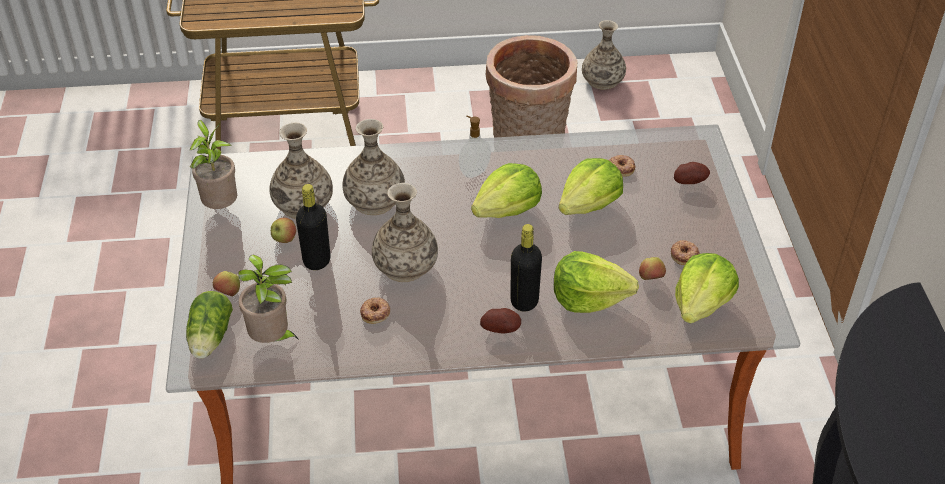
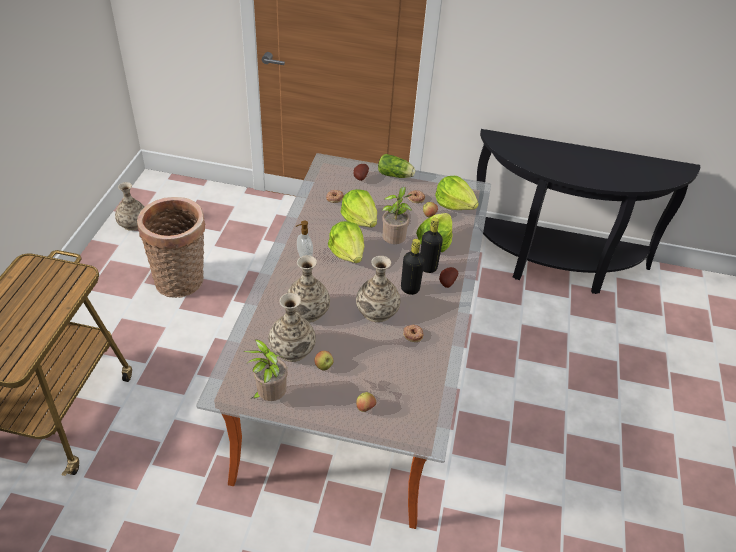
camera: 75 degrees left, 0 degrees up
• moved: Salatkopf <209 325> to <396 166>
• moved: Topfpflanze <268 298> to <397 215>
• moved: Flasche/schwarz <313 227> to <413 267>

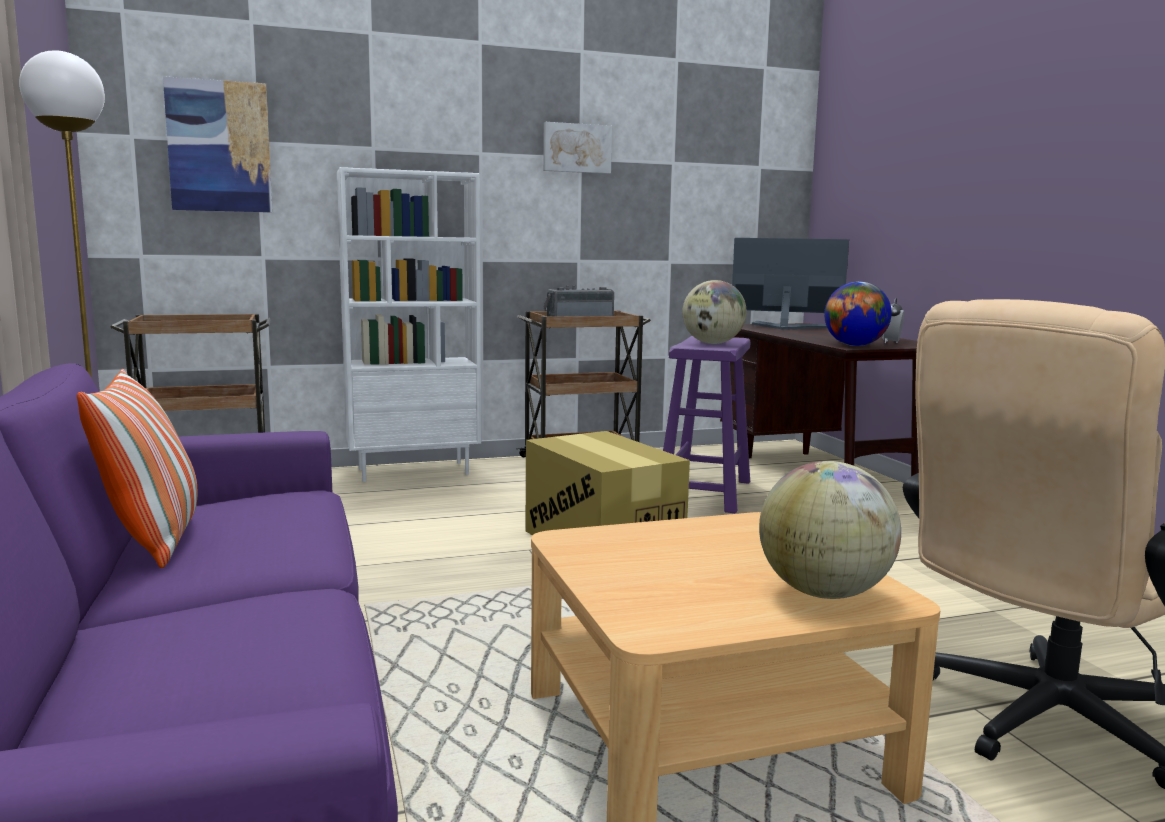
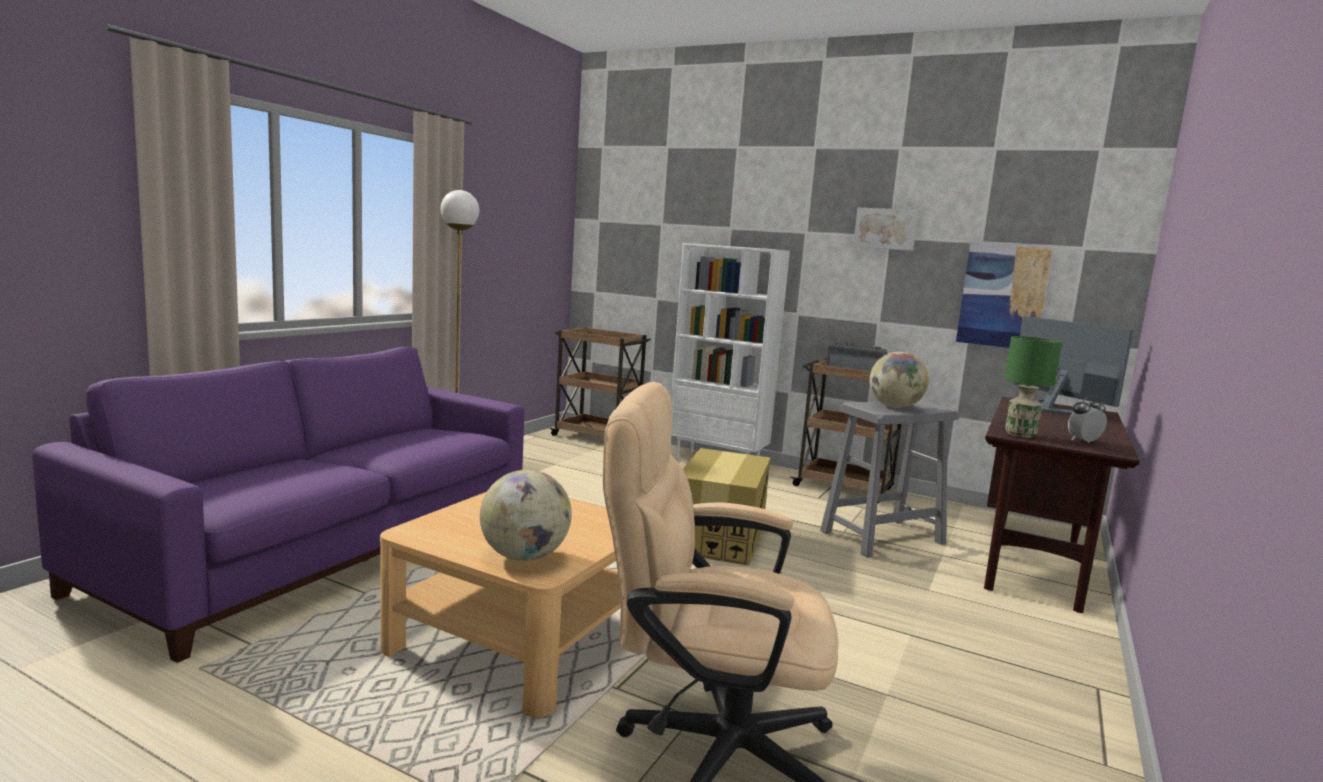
camera: 45 degrees right, 0 degrees up
• removed: Kissen <137 468>
• moved: Bild <218 144> to <1004 296>
• recoloured: Hocker/lila <706 424> to Hocker/grau <889 478>
• replaced: Globus <858 314> to Tischlampe/grün <1033 387>

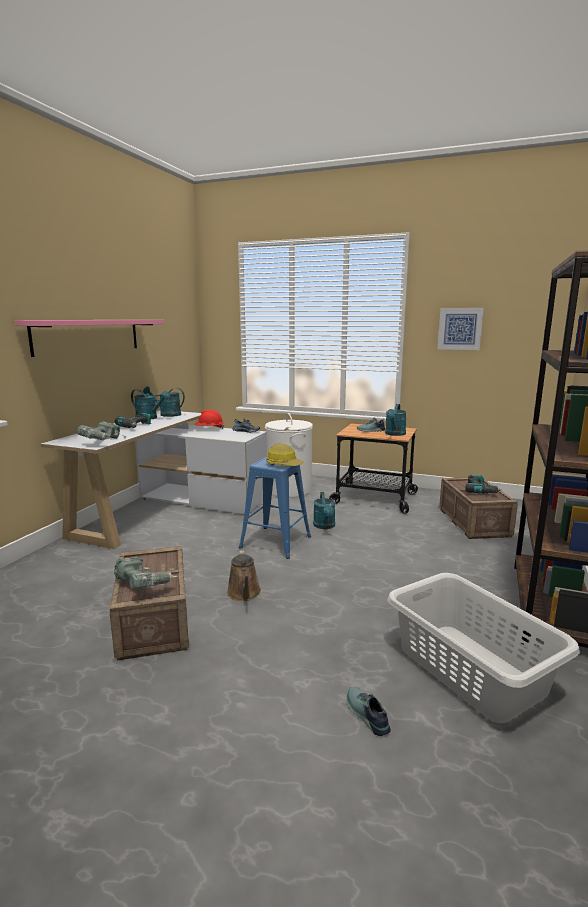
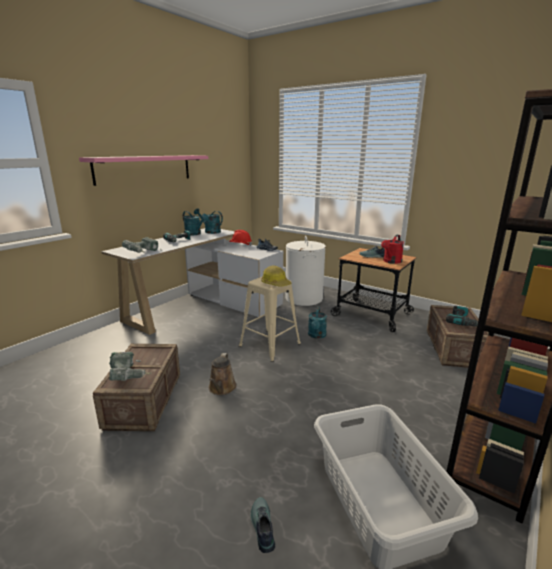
camera: 15 degrees right, 5 degrees up
• recoloured: Hocker/blau <275 508> to Hocker/beige <270 319>
• recoloured: Gießkanne/türkis <396 420> to Gießkanne/rot <392 249>
• removed: Bild <461 329>

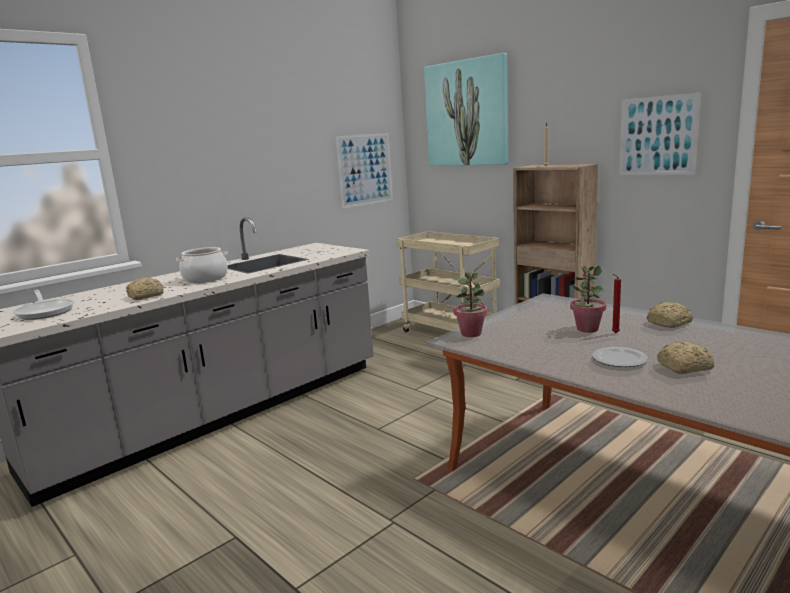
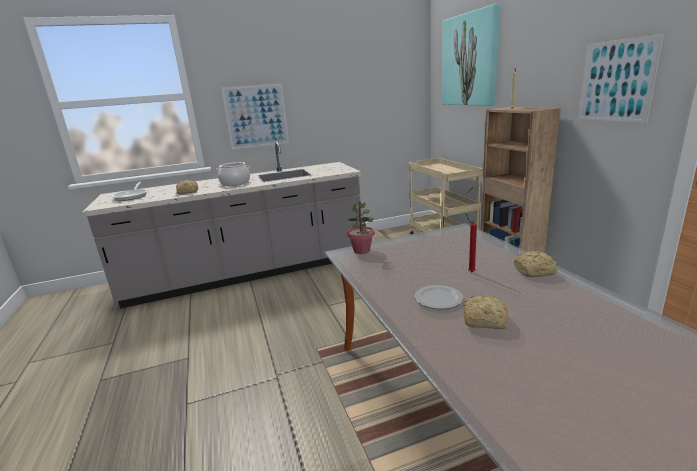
camera: 25 degrees right, 5 degrees up
• moved: Bild <364 171> to <255 116>
• removed: Topfpflanze <588 299>

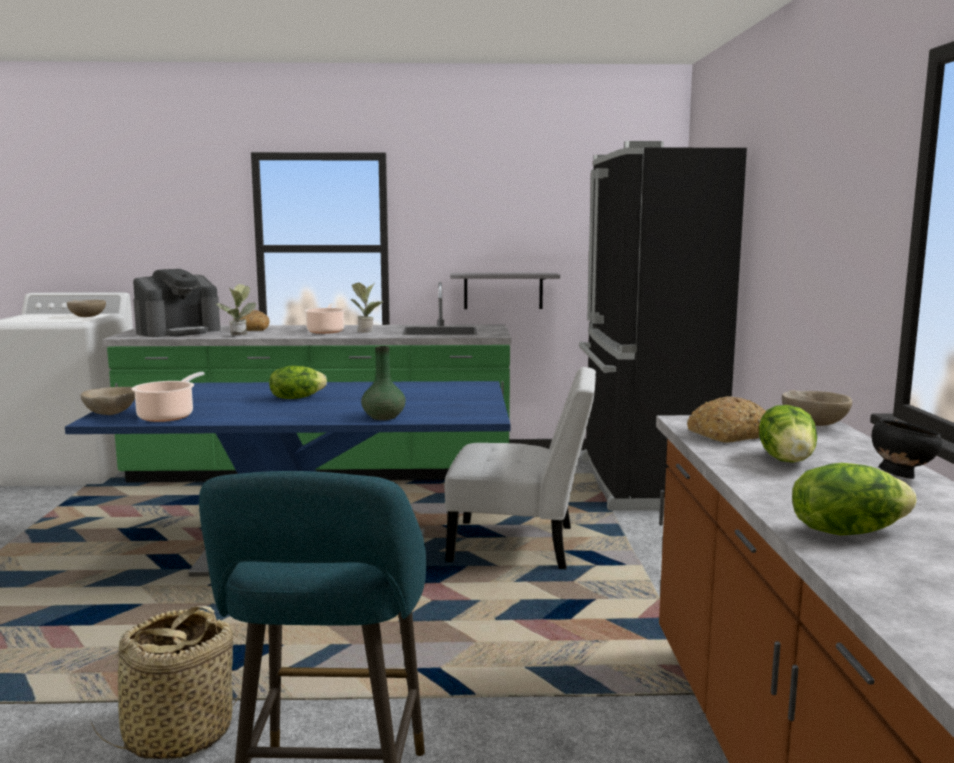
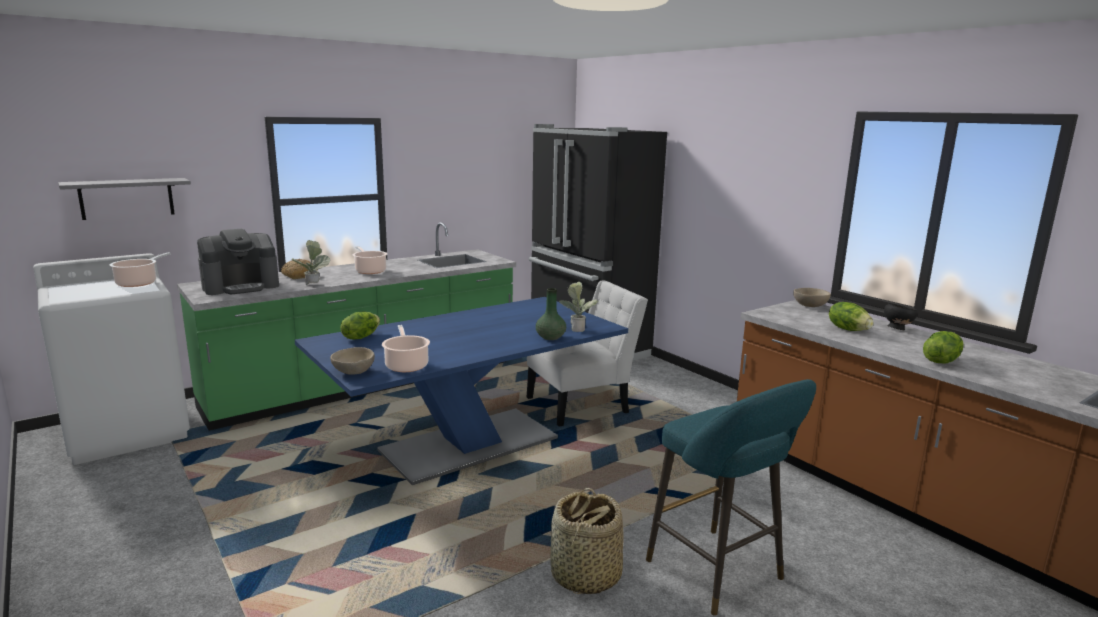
camera: 35 degrees left, 5 degrees up
• replaced: Schüssel/beige <86 308> to Kochtopf <140 269>
• turned: Kaffeemaschine <176 303> = <238 262> 45 degrees clockwise
• moved: Salatkopf <298 382> to <360 325>
• moved: Topfpflanze <367 307> to <578 307>
• moved: Wandregal/grau <505 291> to <124 199>
• removed: Brot <726 420>

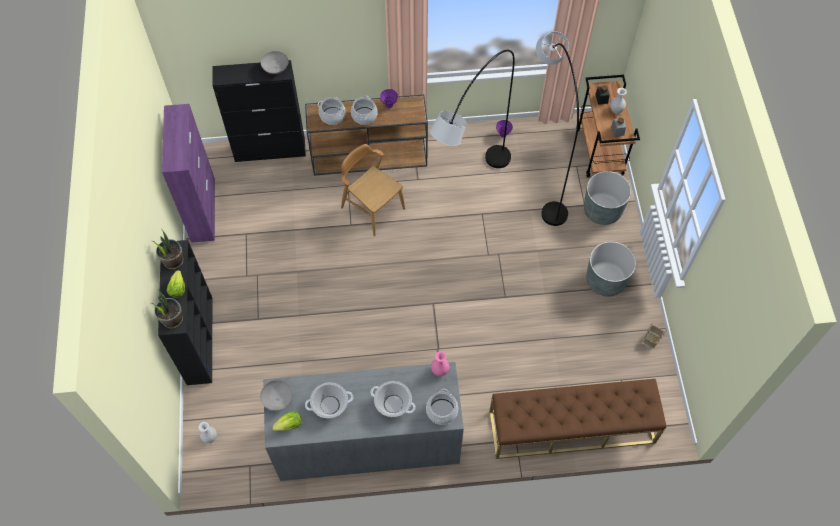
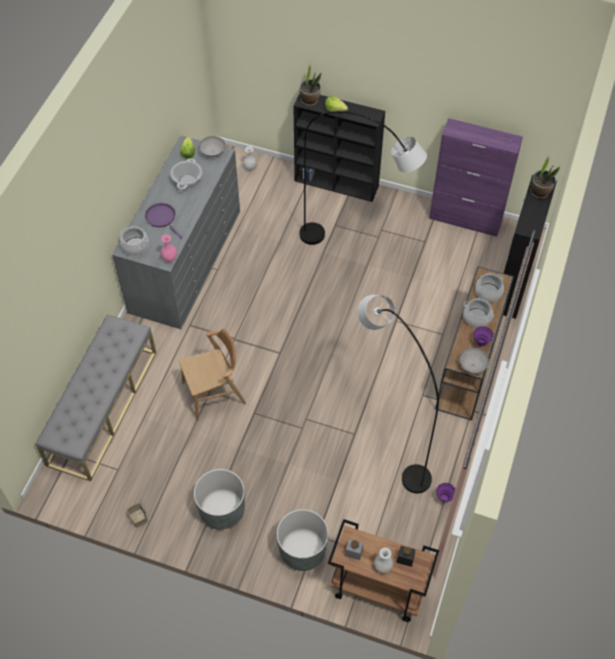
camera: 115 degrees right, 5 degrees down
• moved: Topfpflanze <168 249> to <545 177>
• moved: Schüssel/grau <274 62> to <474 361>
• moved: Stuhl/braun <373 190> to <212 375>
• replaced: Kochtopf <393 399> to Pfanne/lila <164 221>
• recoloured: Bank/braun <577 419> to Bank/grau <96 397>
• moved: Stehlampe/grau <557 129> to <363 178>

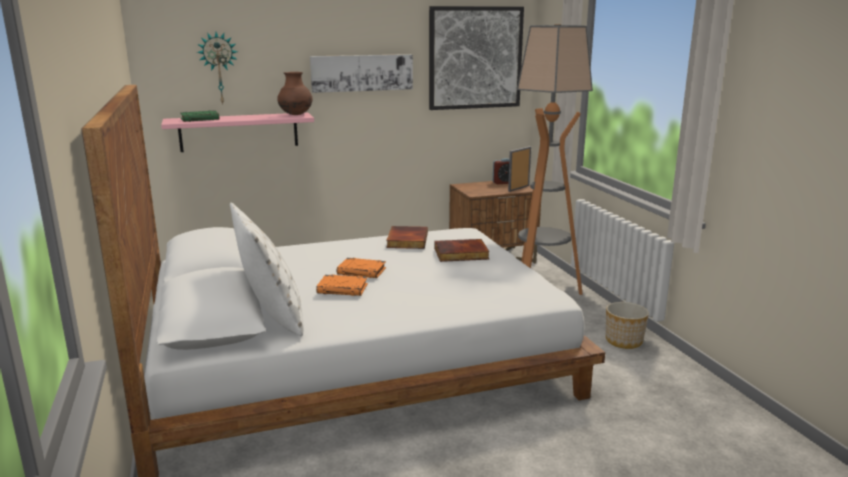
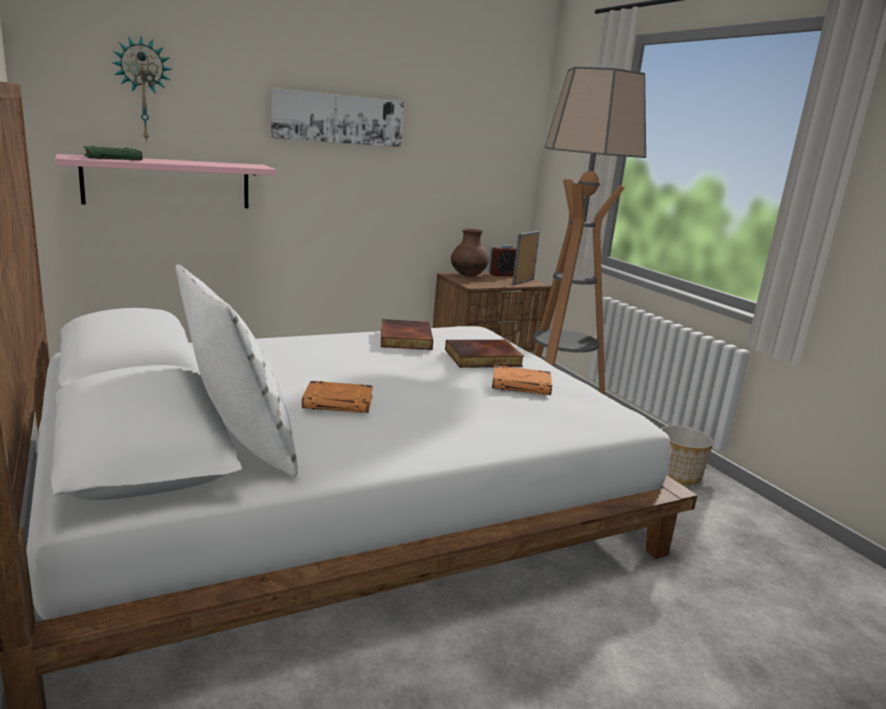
camera: 10 degrees left, 0 degrees up
• moved: Vase/braun <295 93> to <470 253>
• moved: Buch/orange <361 268> to <522 380>
• removed: Bild <476 58>

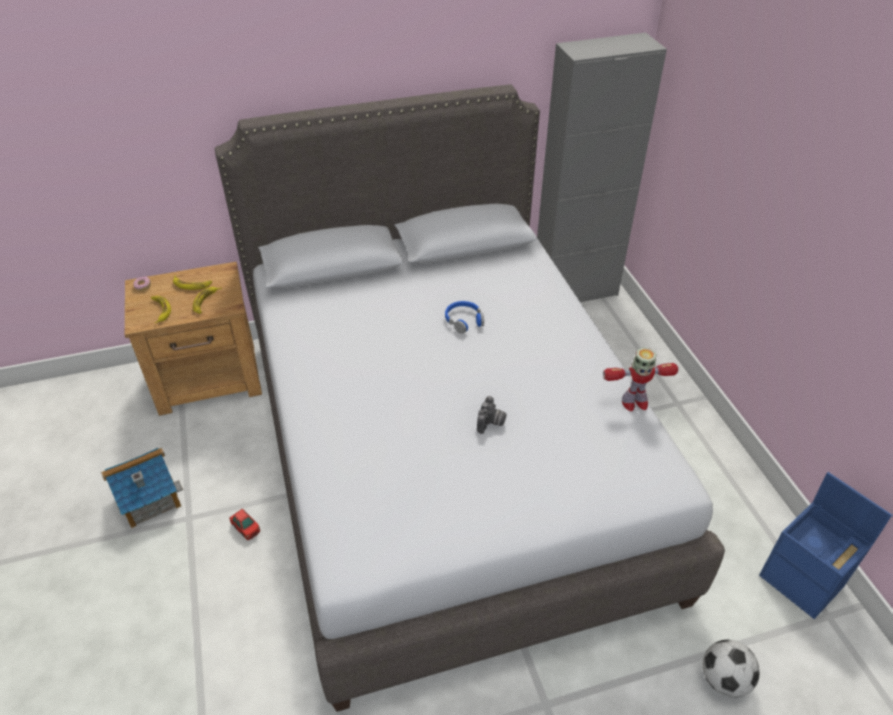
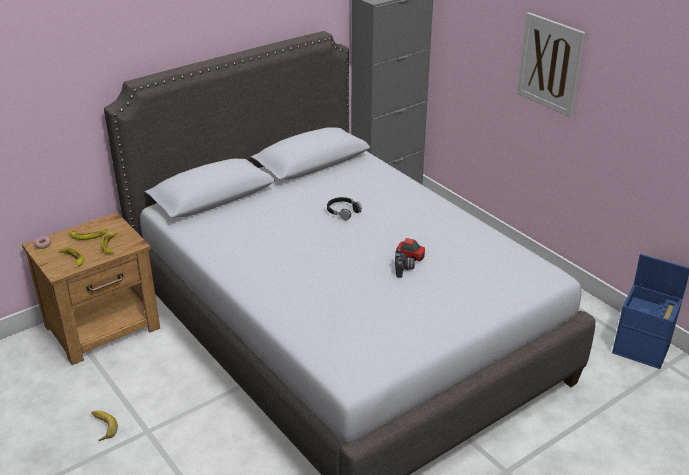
camera: 20 degrees left, 10 degrees down
• replaced: Spielzeughaus <142 488> to Banane <105 426>
• moved: Spielzeugauto <244 524> to <410 249>
• recoloured: Kopfhörer/blau <464 317> to Kopfhörer/schwarz <344 208>
• removed: Spielzeugroboter <640 379>
• removed: Fußball <731 669>
• added: Bild <551 64>

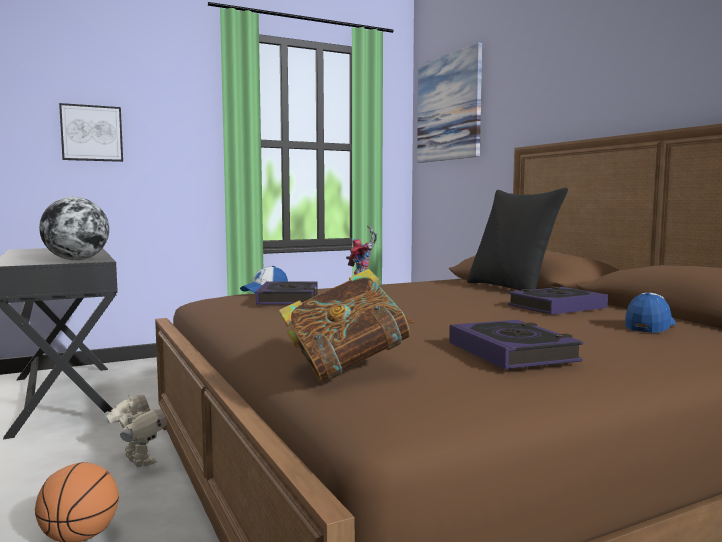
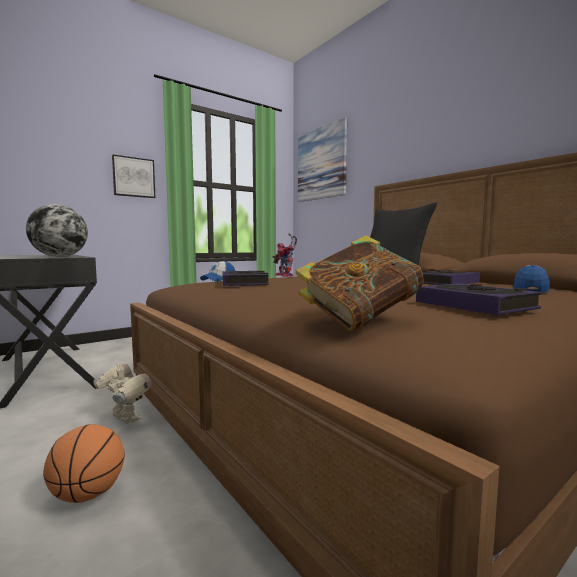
camera: 10 degrees left, 0 degrees up
• moved: Bild <91 132> to <134 176>

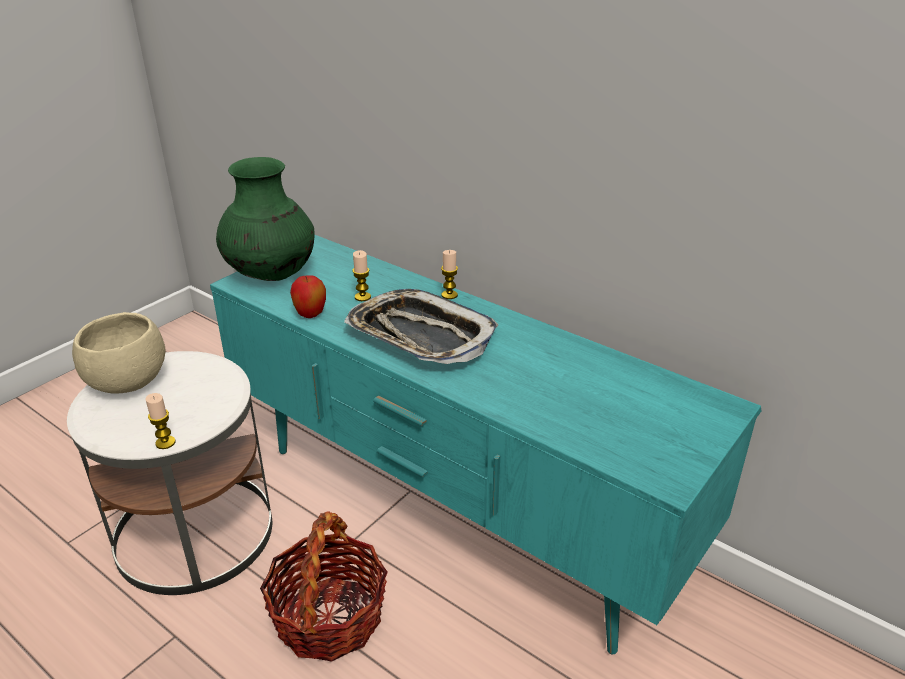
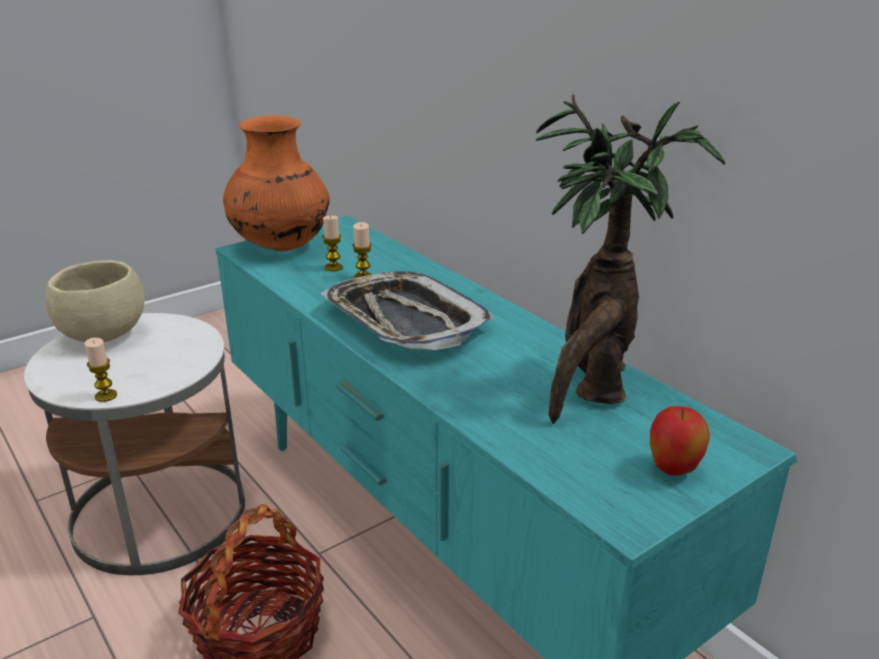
camera: 15 degrees right, 5 degrees down
• recoloured: Vase/grün <265 219> to Vase/orange <276 183>
• moved: Apfel <308 296> to <680 441>
• moved: Kerze <449 274> to <332 243>
• added: Topfpflanze <630 259>

